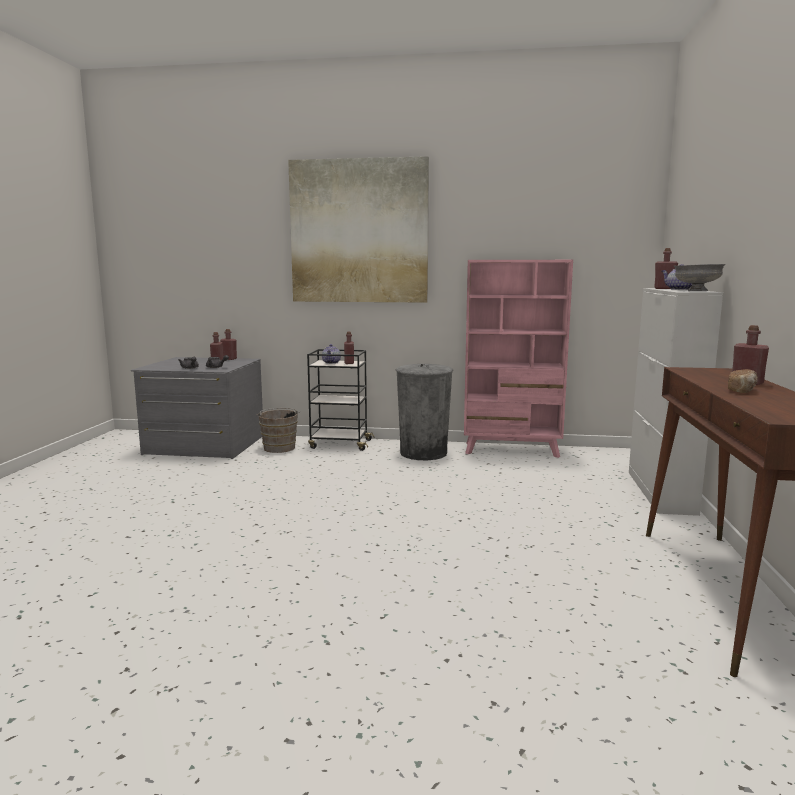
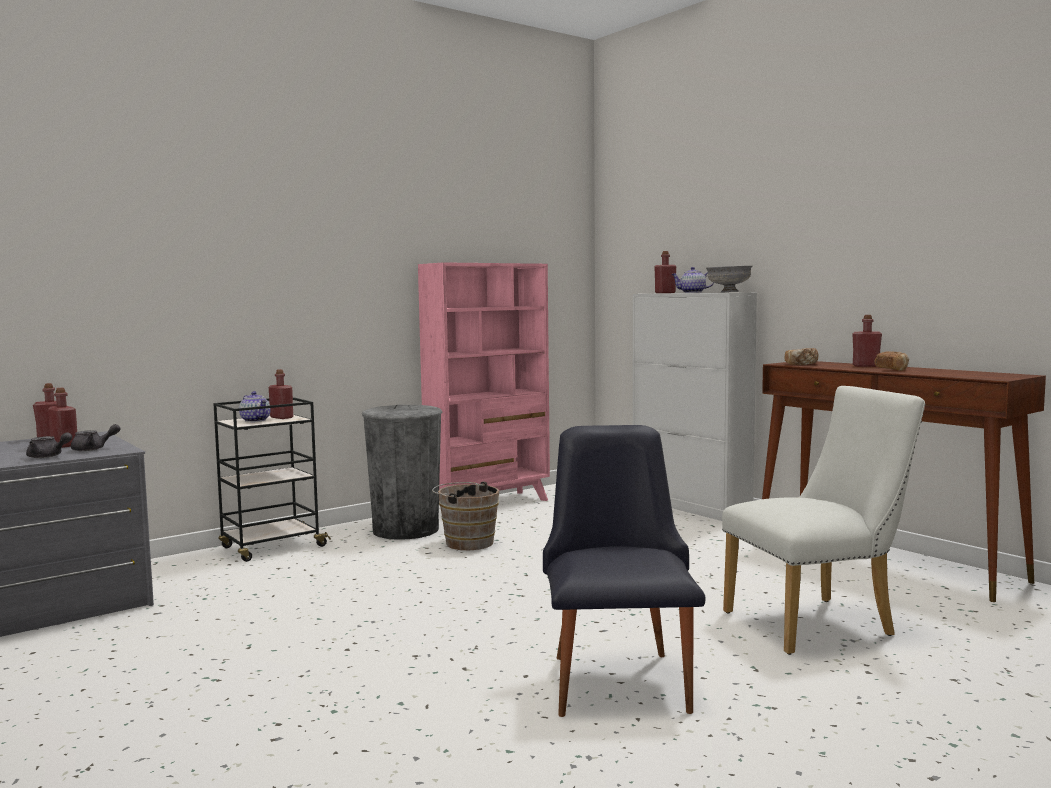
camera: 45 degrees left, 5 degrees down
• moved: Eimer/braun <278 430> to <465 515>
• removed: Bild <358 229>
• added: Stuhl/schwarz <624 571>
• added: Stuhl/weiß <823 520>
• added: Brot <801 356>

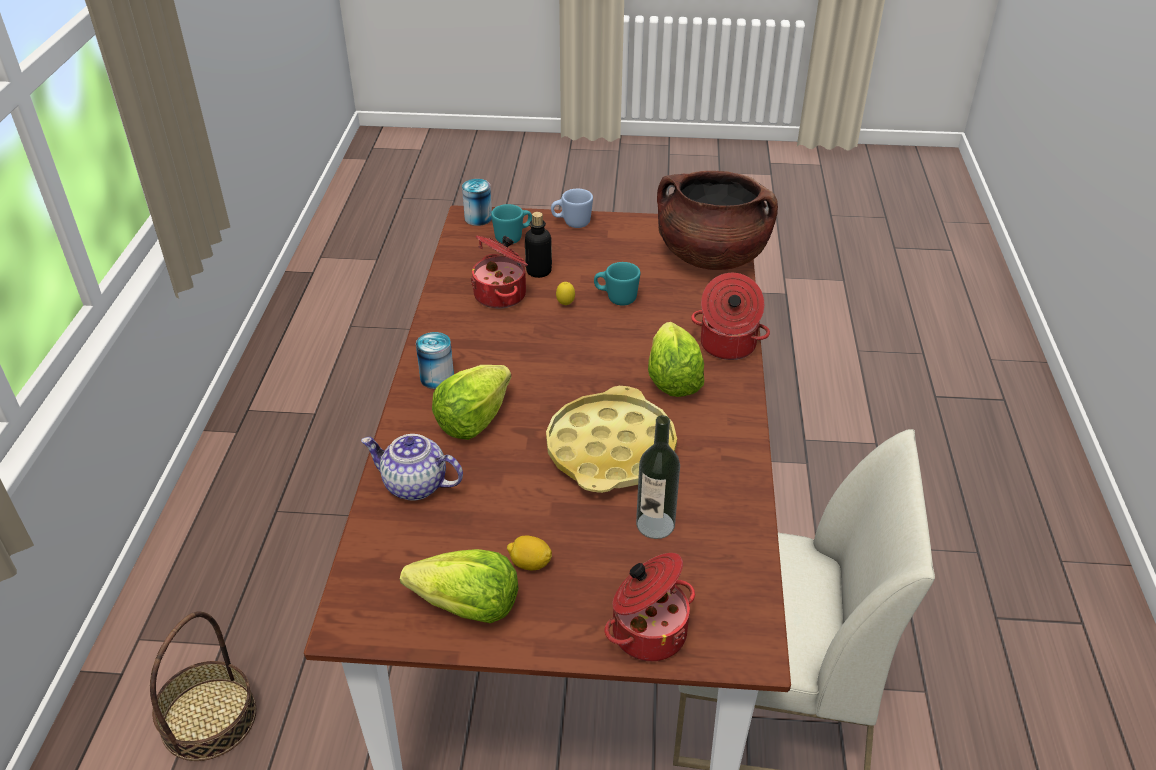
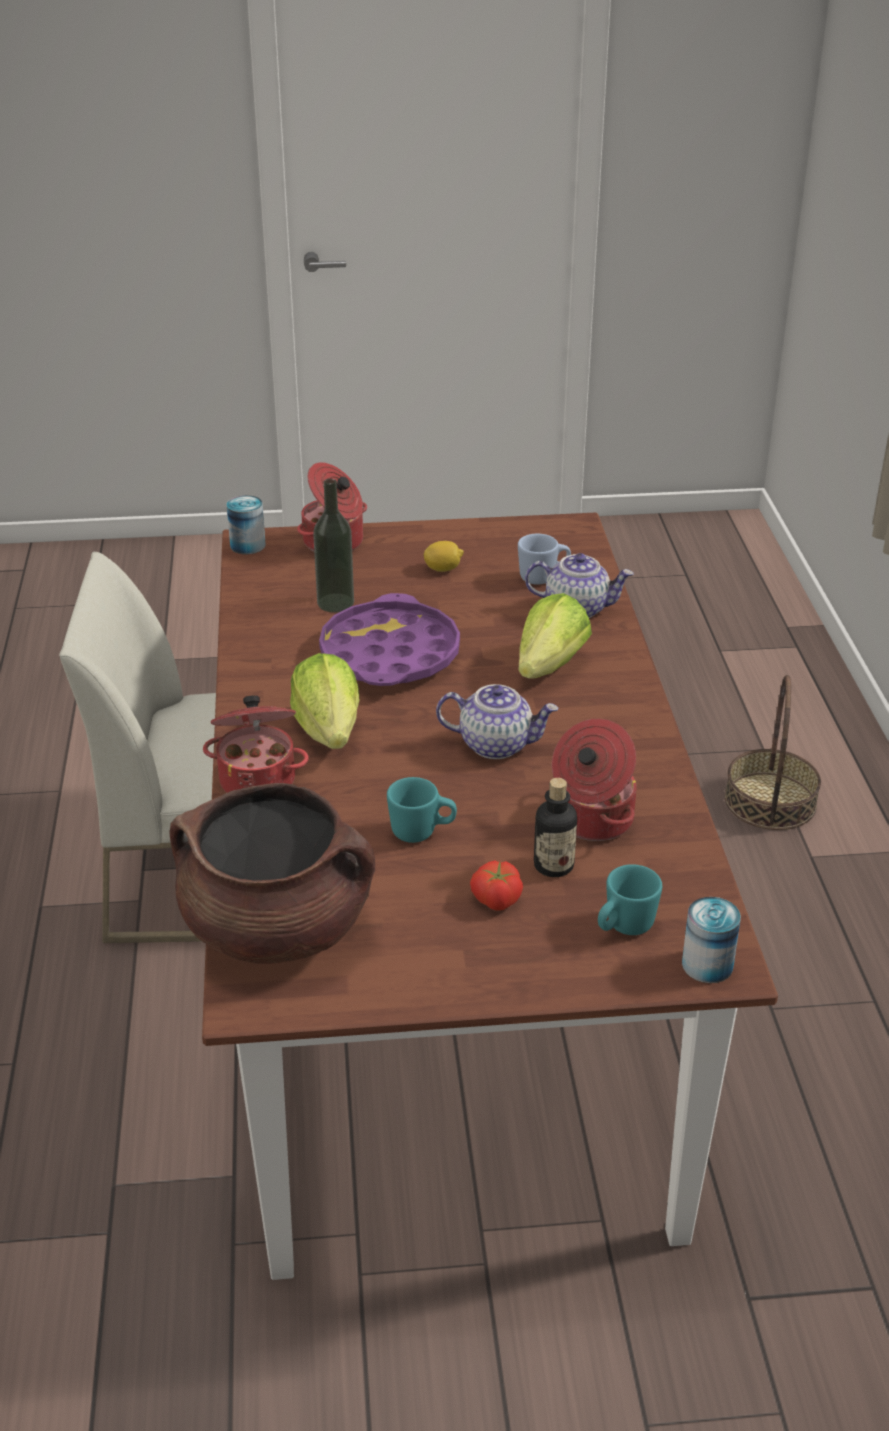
camera: 170 degrees right, 5 degrees down
• removed: Salatkopf <459 586>
• moved: Dose <435 360> to <246 524>
• recoloured: Tablett/gelb <611 439> to Tablett/lila <389 639>
• moved: Henkelbecher/blau <572 208> to <544 559>
• removed: Zitrone <565 293>
• added: Teekanne <497 721>
• added: Tomate <496 885>

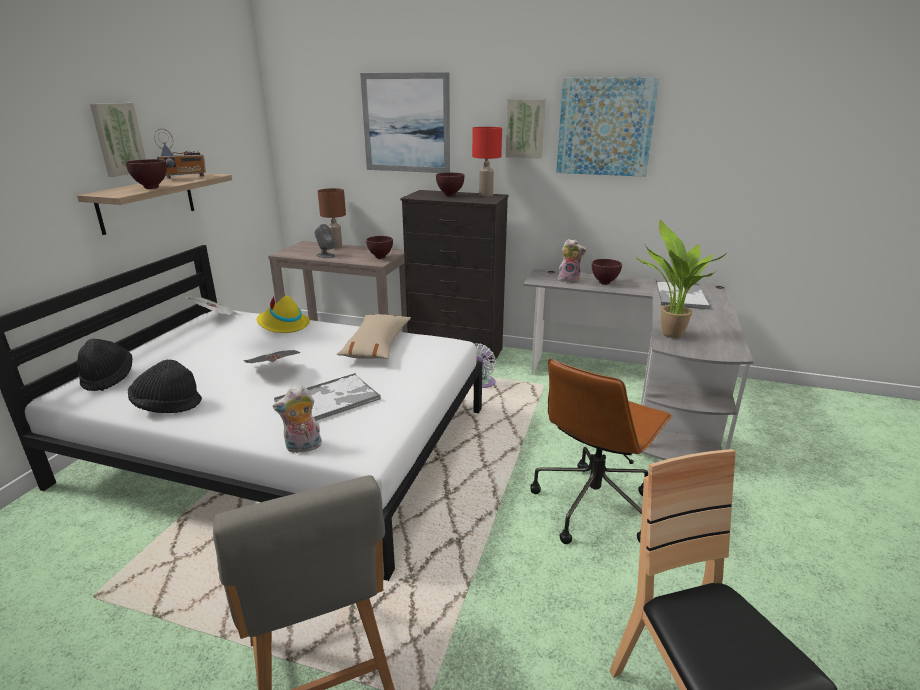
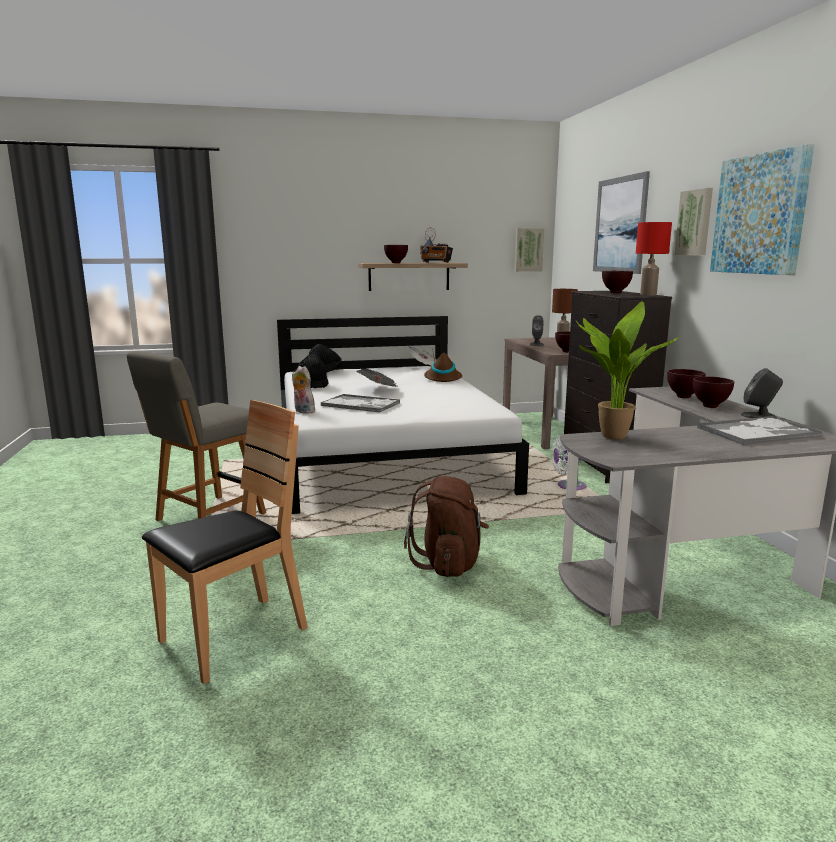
camera: 60 degrees right, 10 degrees down
• moved: Bild <118 140> to <529 250>
• recoloured: Hut/gelb <283 314> to Hut/braun <443 365>
• removed: Kissen/beige <374 336>
• replaced: Bürostuhl/braun <601 451> to Rucksack/braun <446 526>
• replaced: Plüschtier <572 261> to Schüssel/braun <686 383>
• added: Lautsprecher/grau <762 393>

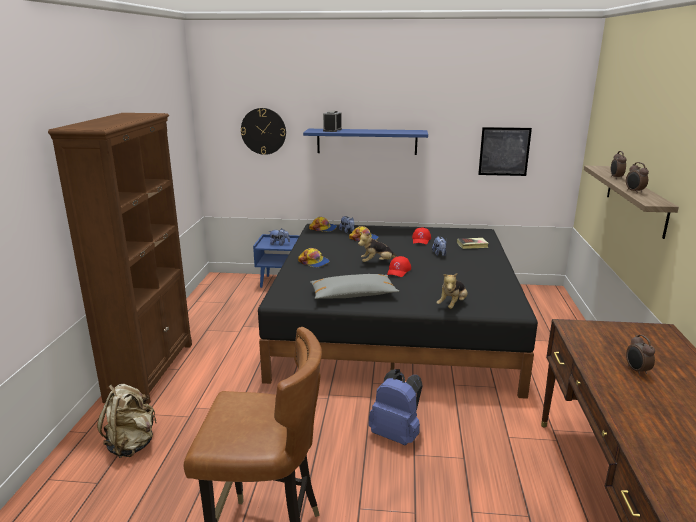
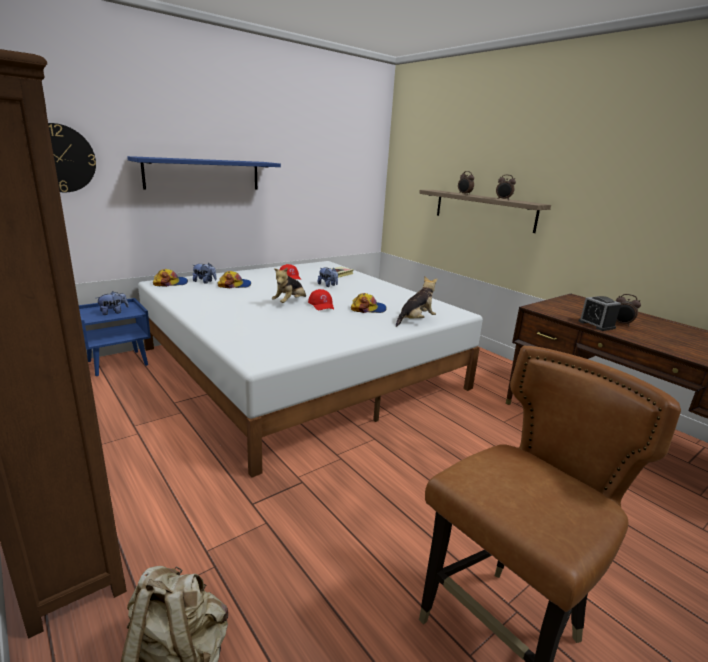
camera: 45 degrees left, 0 degrees up
• recoloured: Bett/schwarz <398 311> to Bett/weiß <310 369>
• moved: Kappe <313 258> to <369 303>
• removed: Kissen/grau <354 286>
• moved: Wecker <332 121> to <599 313>
• removed: Rucksack/blau <396 407>
• turned: Plüschtier <452 291> = <416 301> 120 degrees counterclockwise
• removed: Bild <505 151>

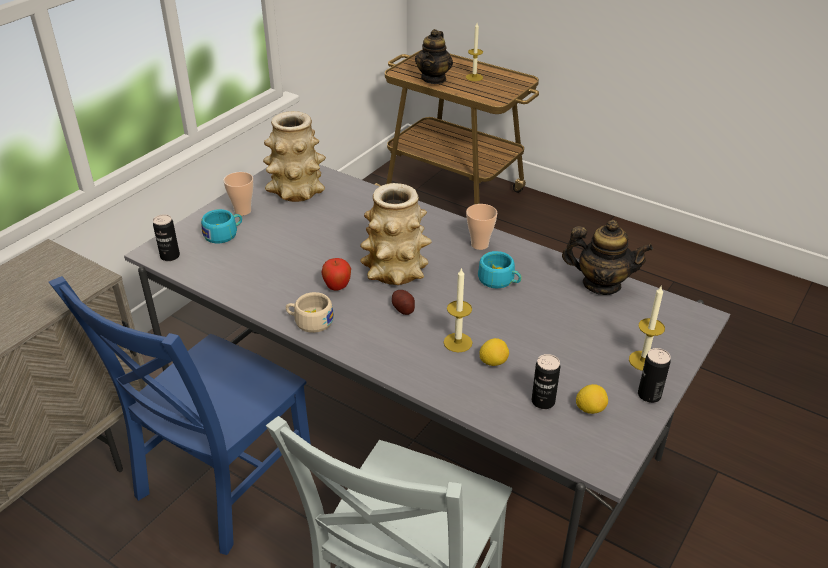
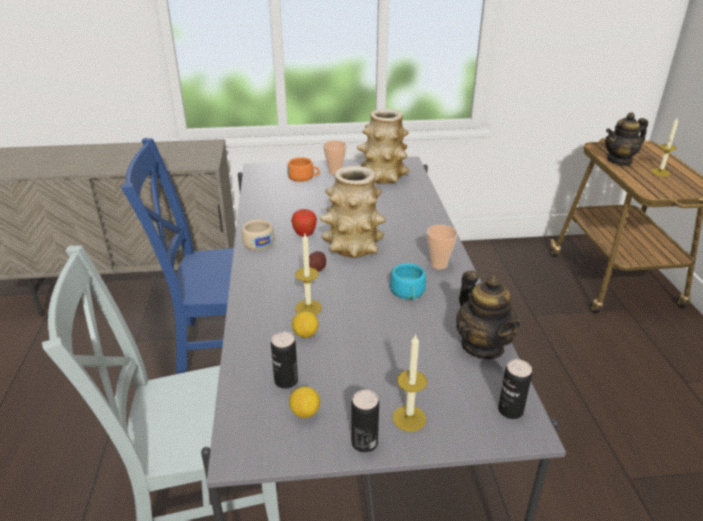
camera: 50 degrees right, 5 degrees down
• moved: Dose <166 237> to <515 389>
• recoloured: Tasse/türkis <221 226> to Tasse/orange <303 169>

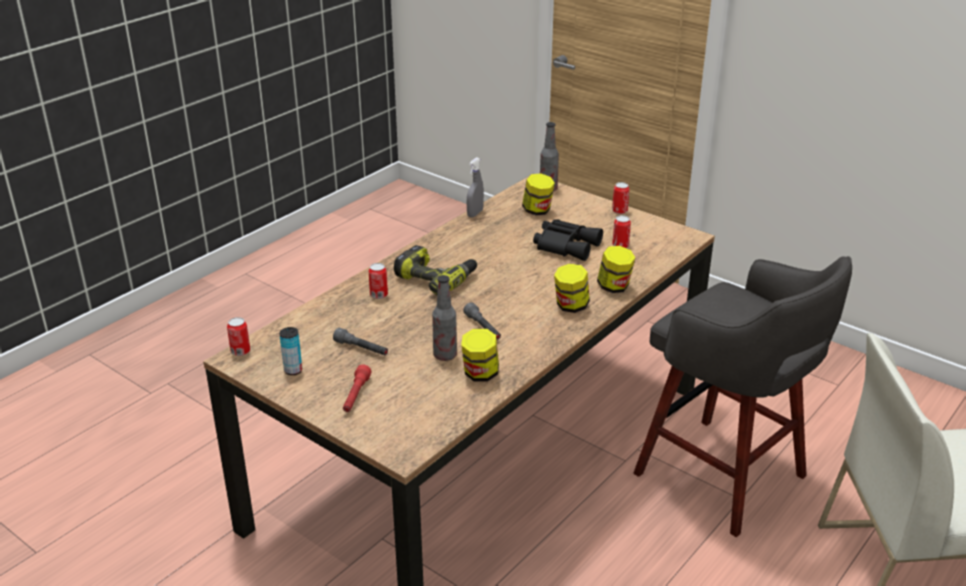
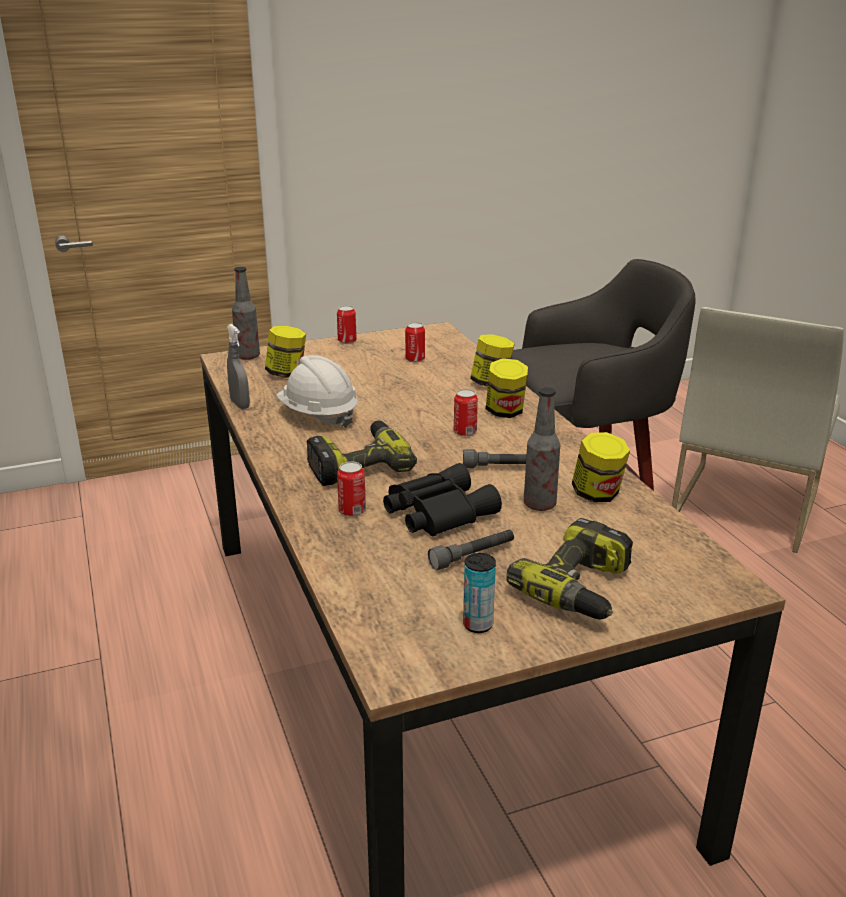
camera: 60 degrees left, 5 degrees down
• moved: Dose <238 336> to <466 412>
• replaced: Taschenlampe/rot <357 388> to Bohrmaschine <569 569>
• moved: Fernglas/schwarz <568 240> to <442 499>
• added: Schutzhelm/weiß <317 391>

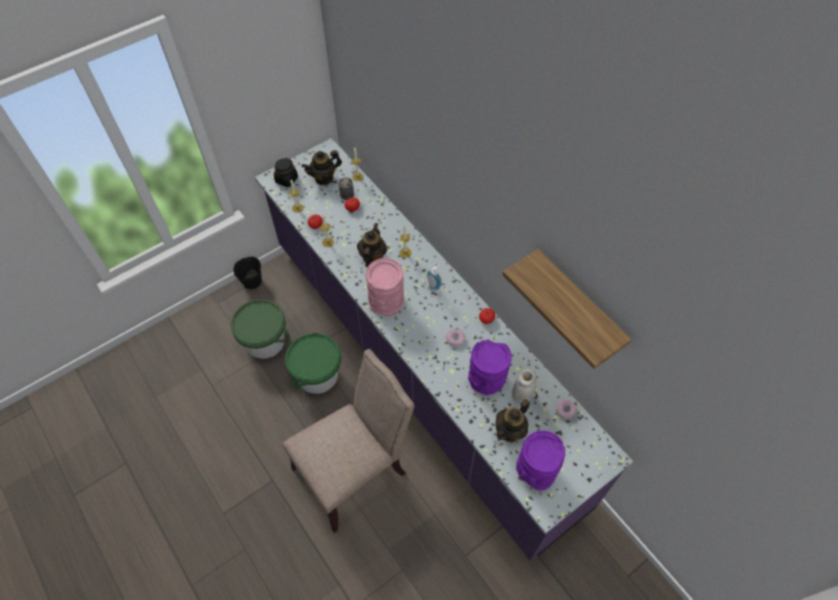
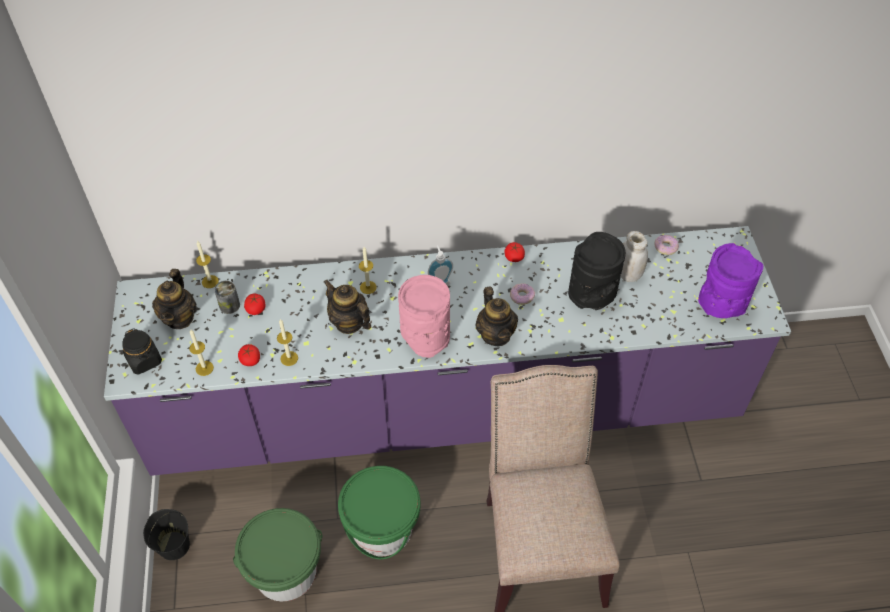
camera: 60 degrees left, 5 degrees down
• recoloured: Vase/lila <490 367> to Vase/schwarz <597 271>
• moved: Teekanne <512 420> to <497 316>
• removed: Wandregal <567 309>

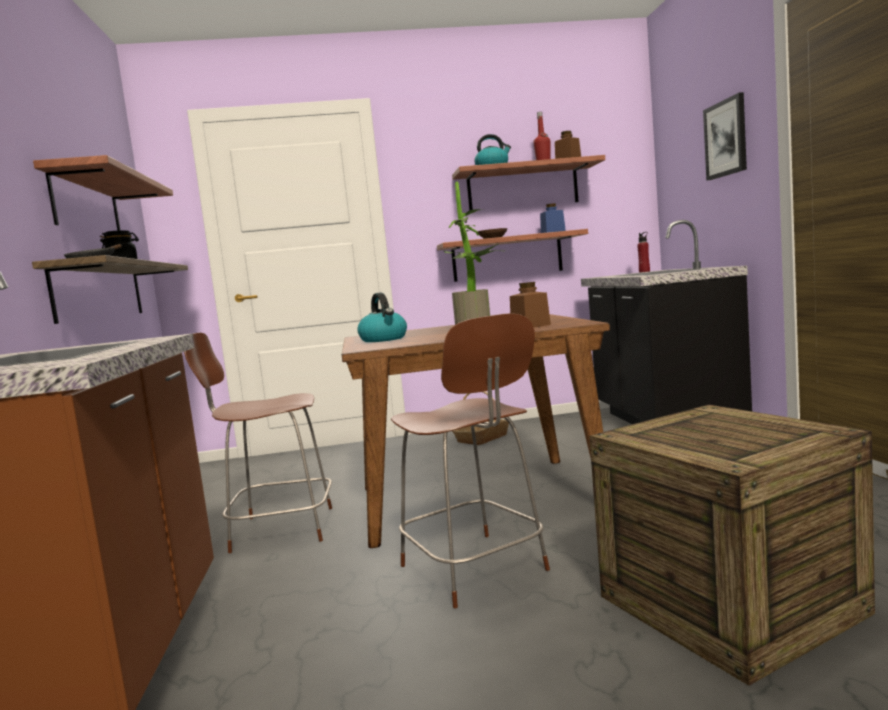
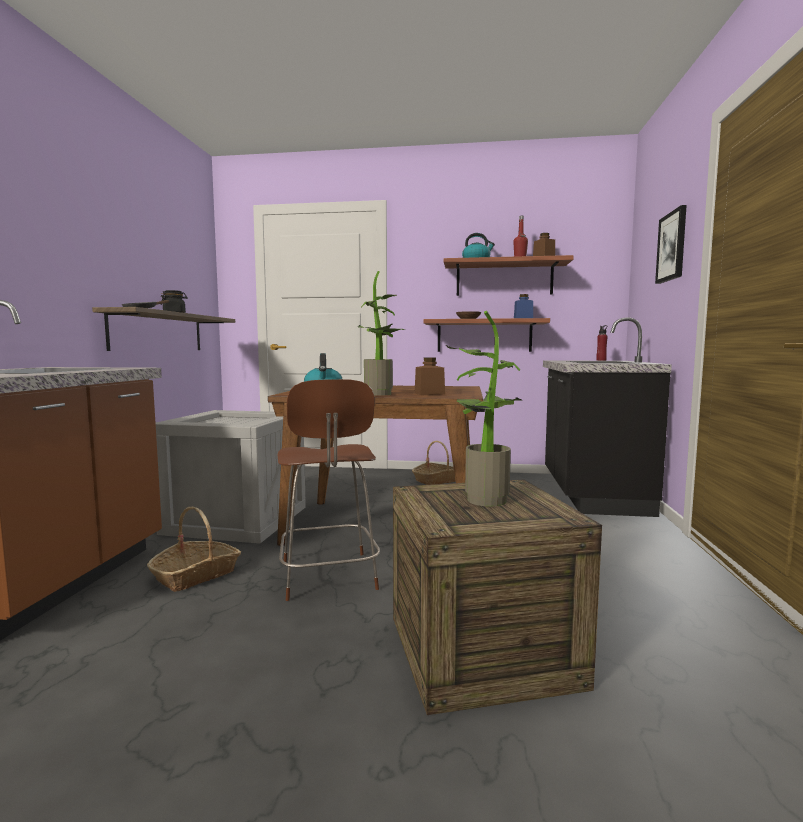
camera: 15 degrees right, 0 degrees up
• removed: Wandregal <103 193>
• replaced: Hocker/braun <258 443> to Kiste <231 477>
• added: Korb <194 549>
• added: Topfpflanze <483 408>

